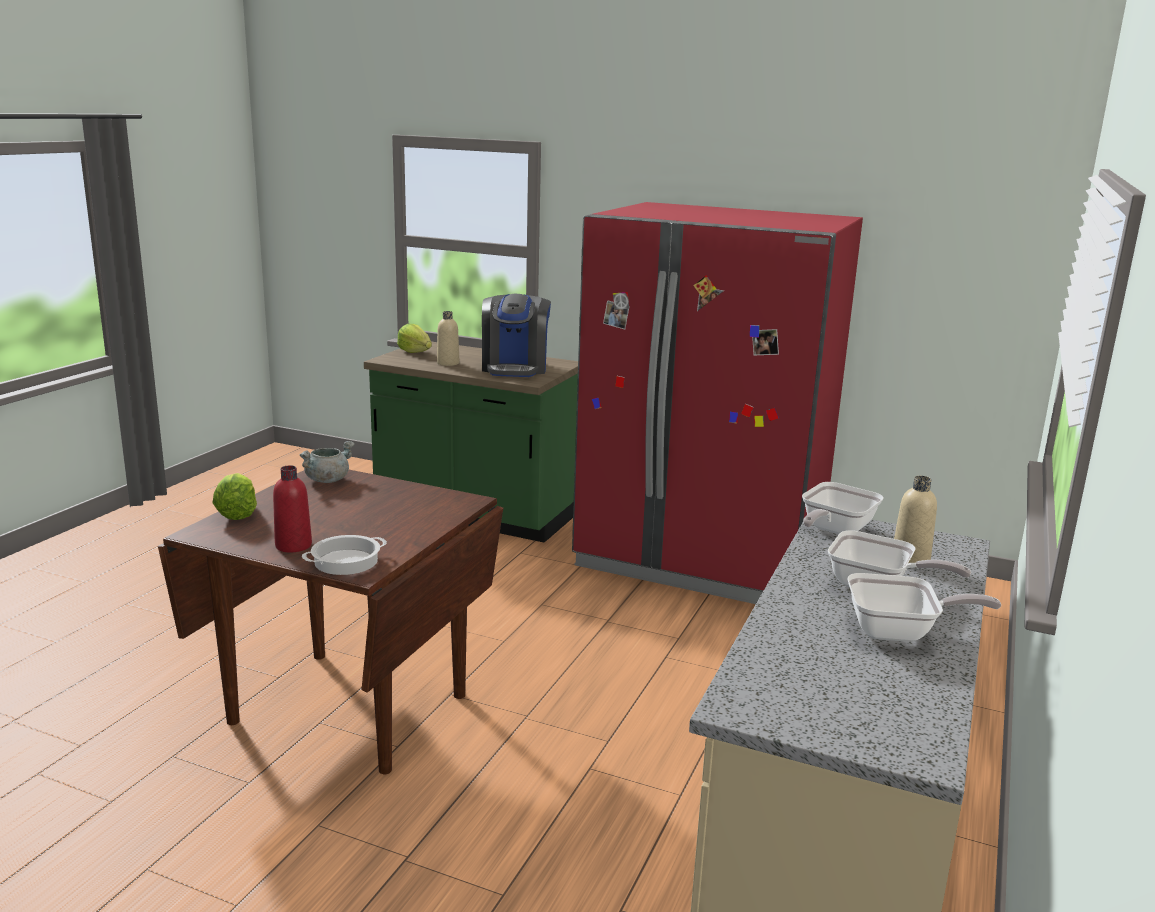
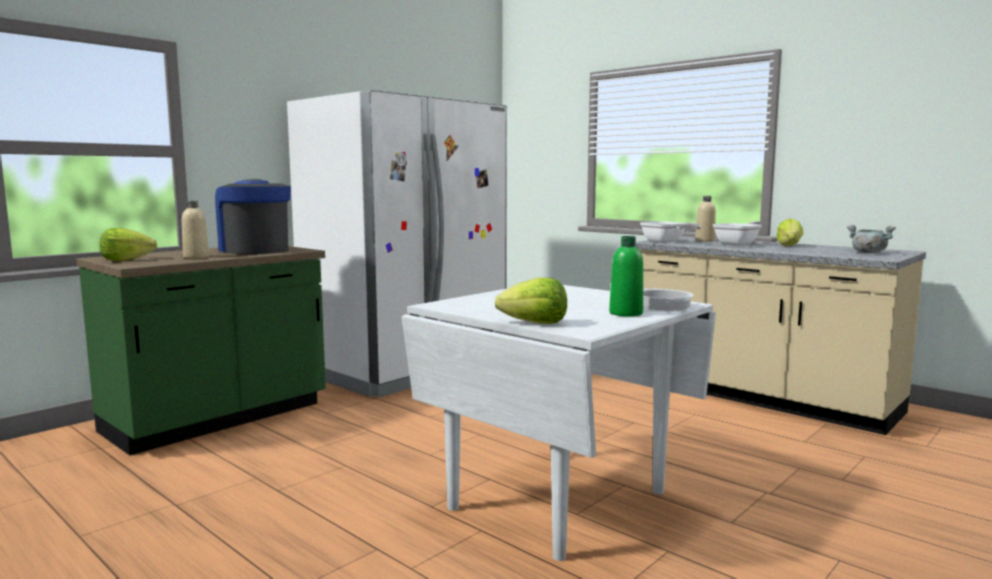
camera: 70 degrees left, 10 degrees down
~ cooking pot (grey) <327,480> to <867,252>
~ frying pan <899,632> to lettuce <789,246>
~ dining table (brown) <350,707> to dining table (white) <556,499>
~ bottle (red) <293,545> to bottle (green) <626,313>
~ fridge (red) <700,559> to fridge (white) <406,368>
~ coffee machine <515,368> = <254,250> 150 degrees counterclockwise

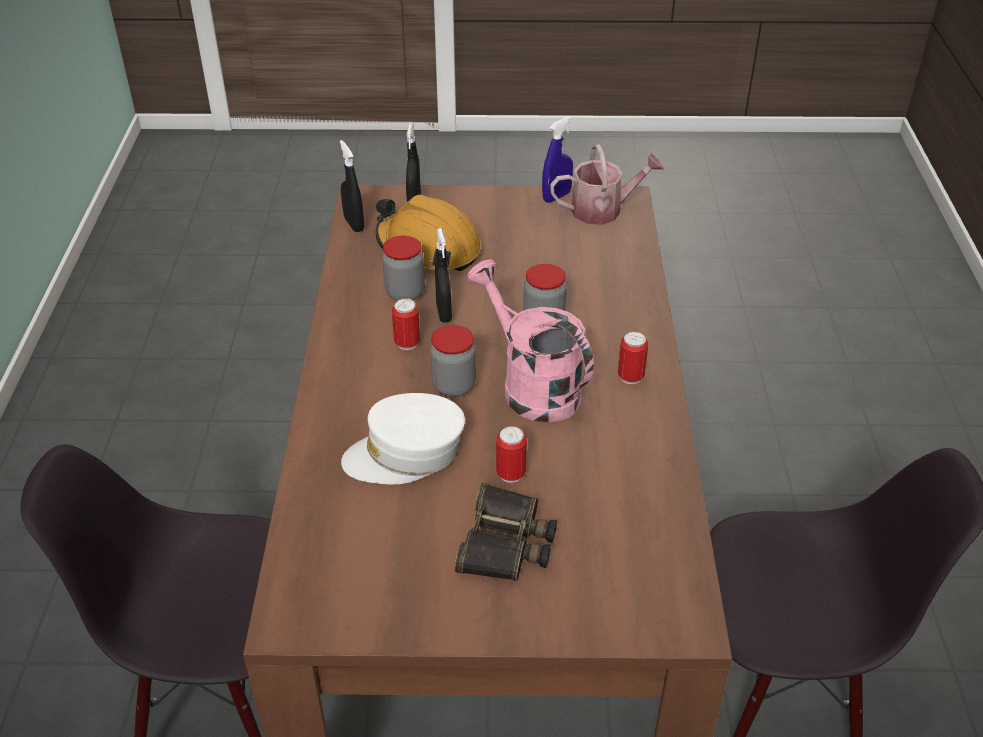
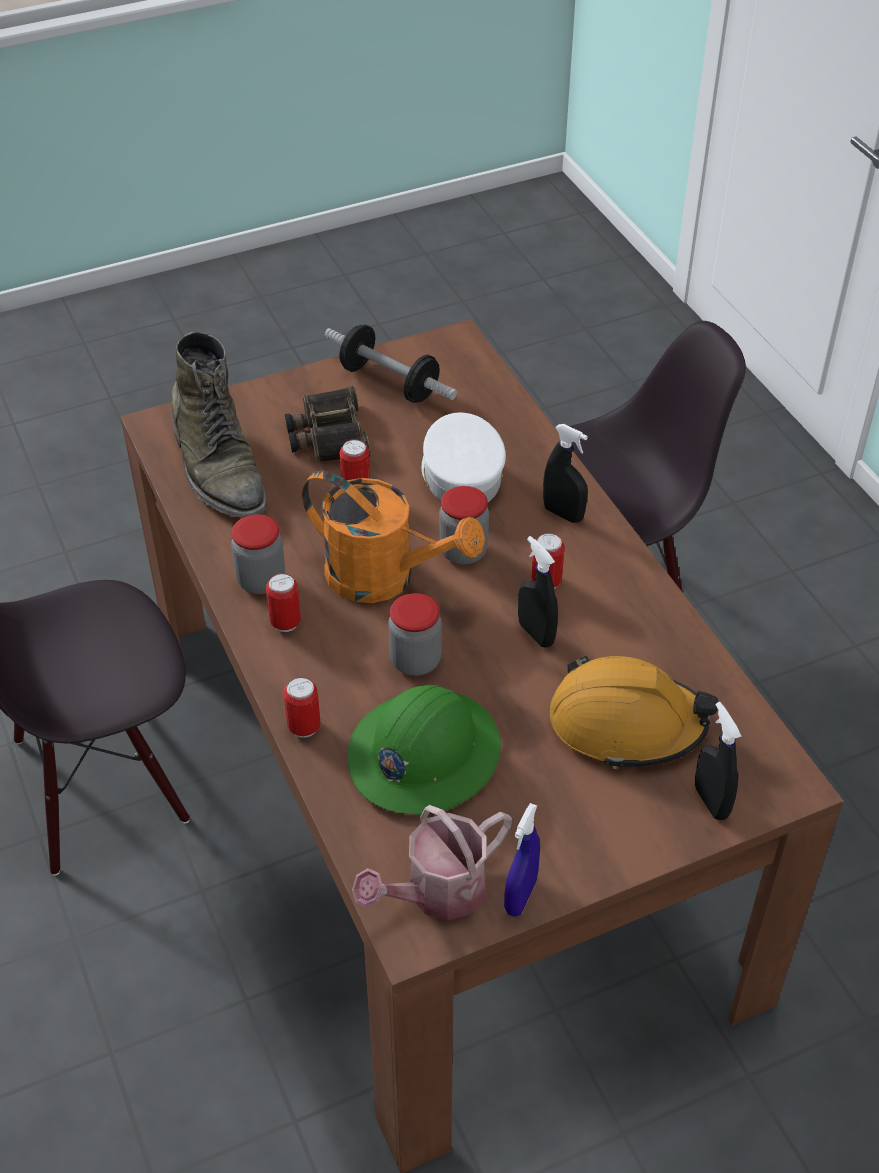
camera: 155 degrees right, 5 degrees up
+ boot (green) <218,466>
+ can <304,727>
+ dumbbell <389,382>
+ hard hat (green) <423,754>
~ spray bottle (black) <354,224> to <563,514>
~ jar <405,293> to <261,580>
~ watering can (pink) <531,385> to watering can (orange) <385,578>
~ cap (white) <406,454> = <460,474> 60 degrees counterclockwise

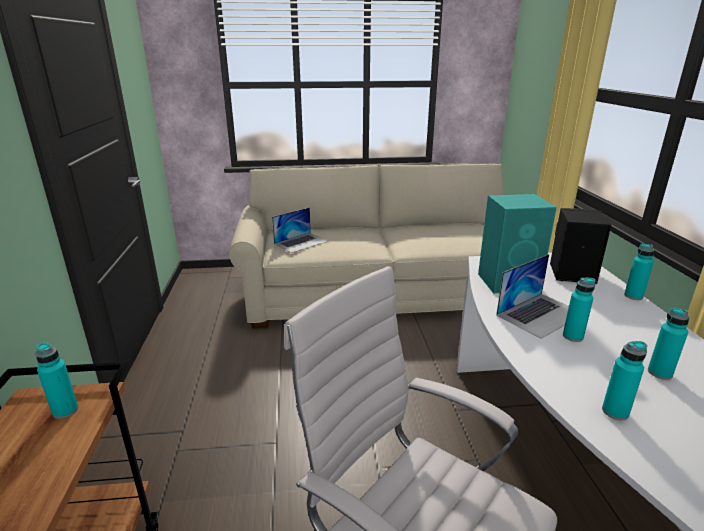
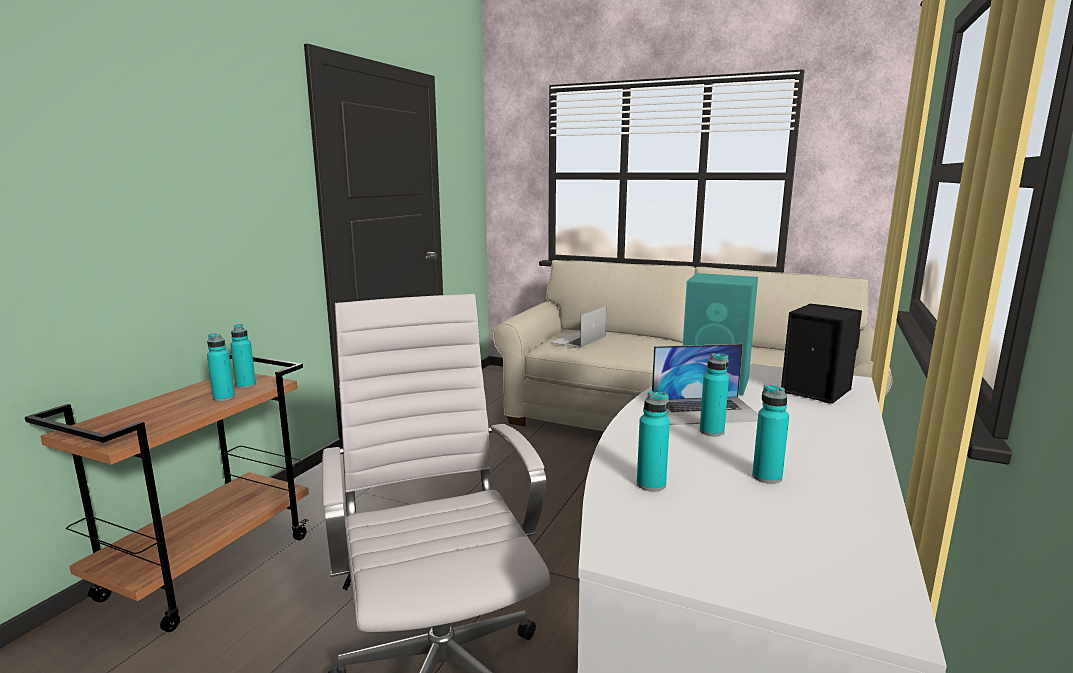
camera: 30 degrees right, 10 degrees down
~ bottle (turquoise) <633,296> to <224,398>
~ laptop <301,242> = <578,340> 135 degrees clockwise

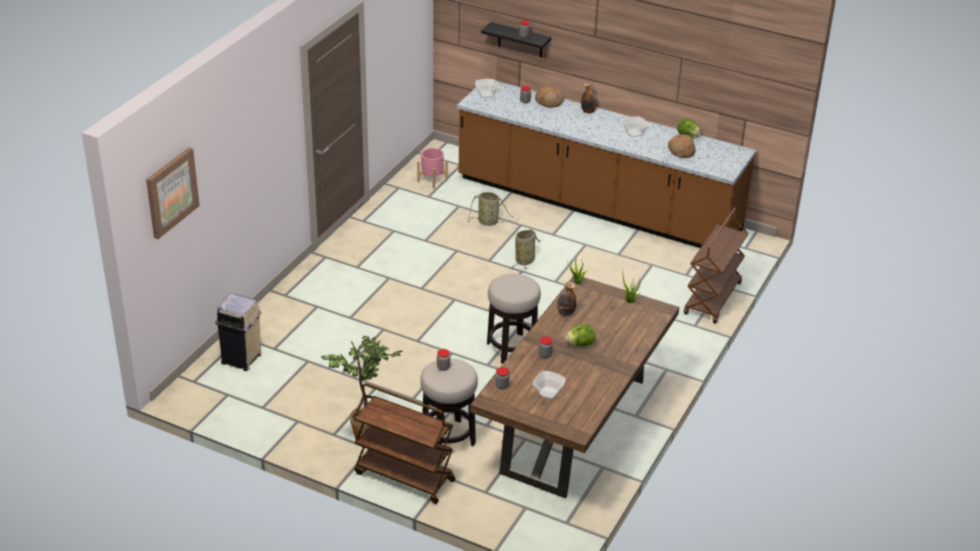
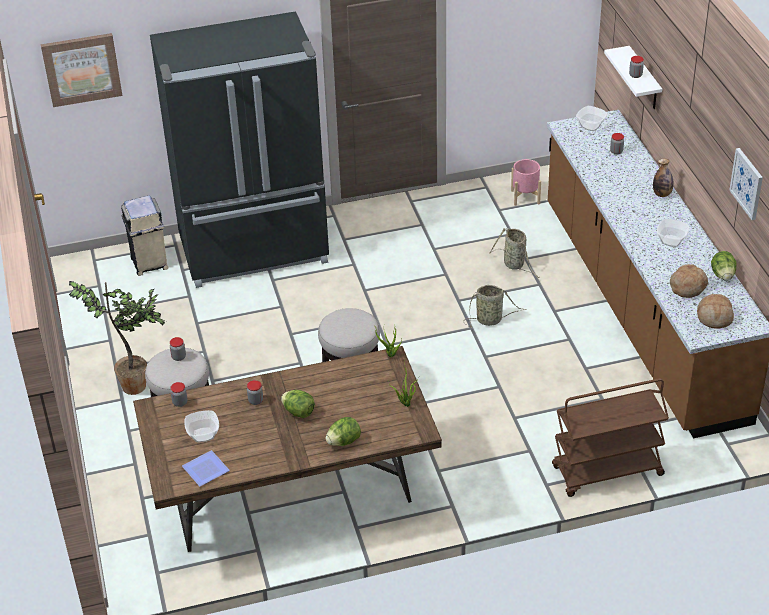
camera: 50 degrees right, 5 degrees up
- cart (brown) <403,477>
- bottle <565,313>
+ fridge (black) <255,251>
+ plate <204,469>
+ lettuce <344,441>
+ picture <747,183>
~ bread <549,102> to <714,317>
~ shelf (black) <520,40> to shelf (white) <644,79>

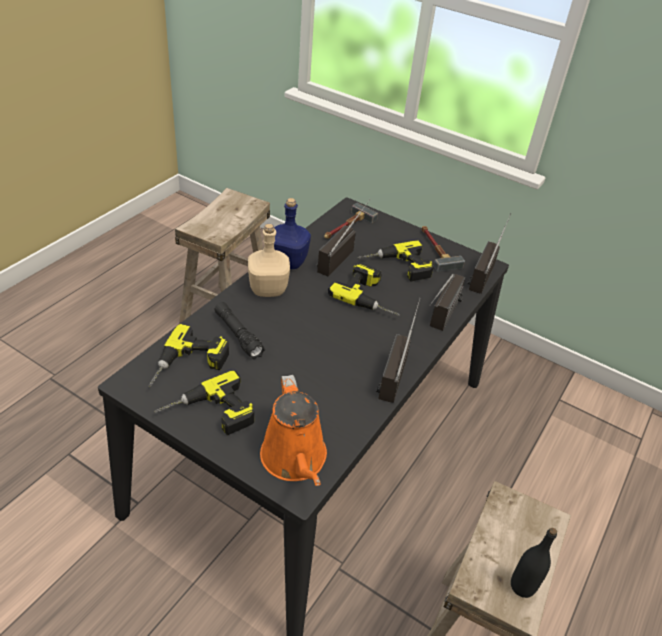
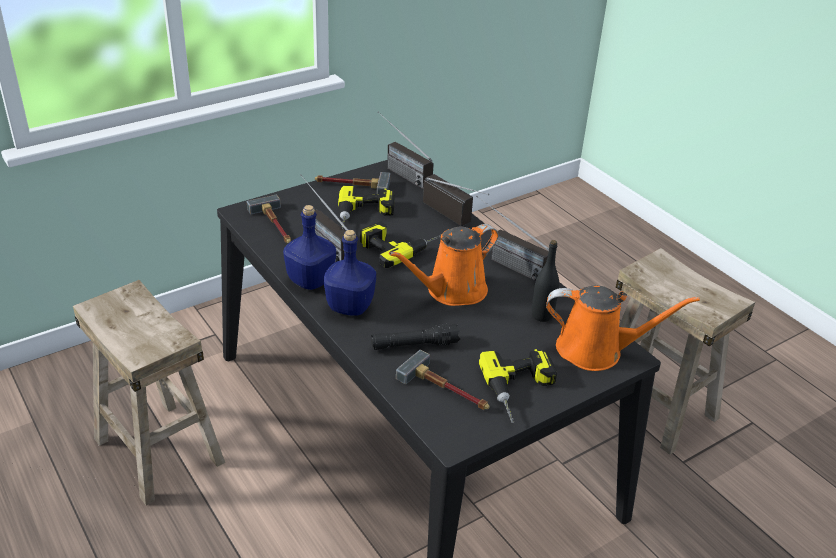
camera: 65 degrees left, 5 degrees down
+ watering can (orange) <451,291>
~ bottle (black) <522,586> to <542,315>
~ power drill <189,366> to hammer <446,390>
~ bottle (beige) <268,288> to bottle (blue) <349,306>

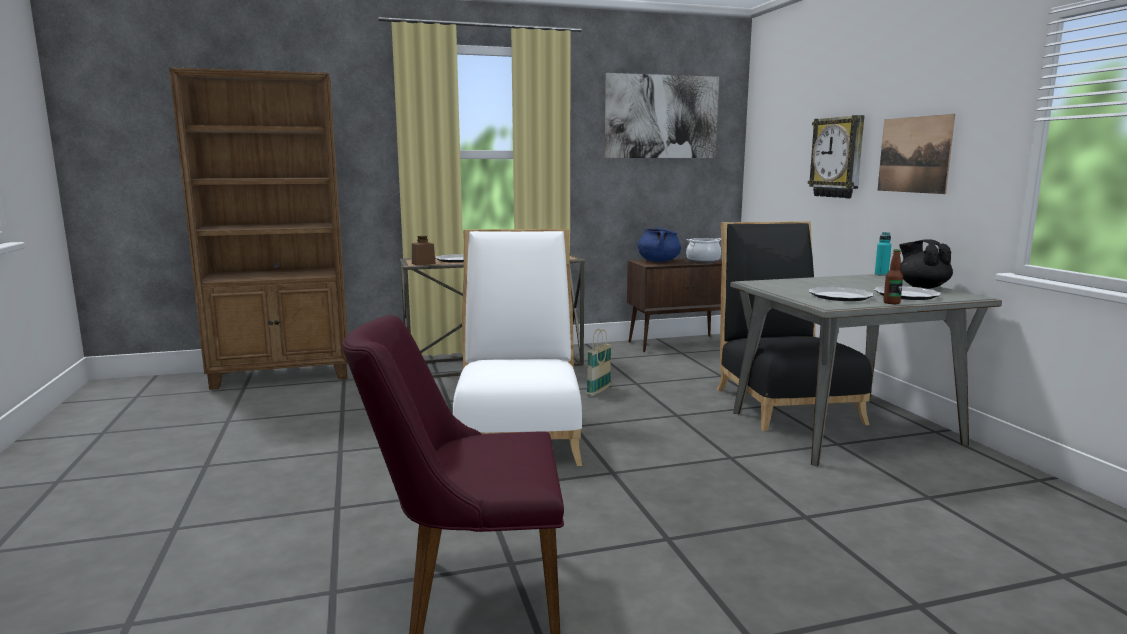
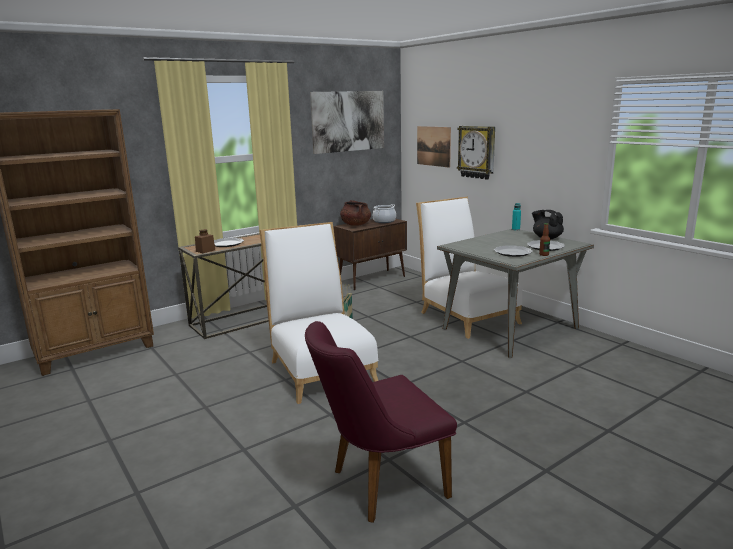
camera: 20 degrees left, 5 degrees up
~ picture <914,154> to <433,146>
~ cooking pot (blue) <658,261> to cooking pot (brown) <355,224>
~ chair (black) <783,402> to chair (white) <465,316>

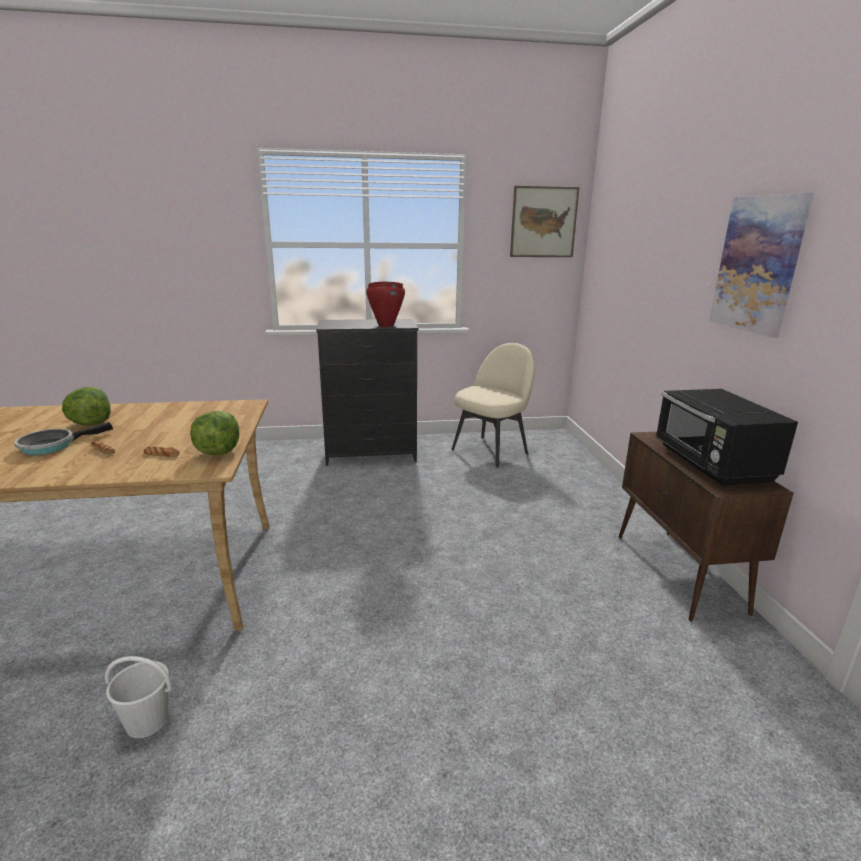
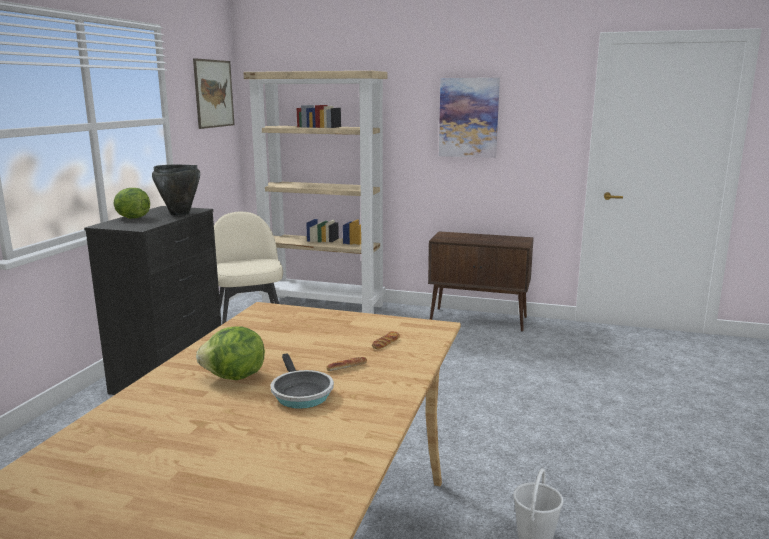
camera: 65 degrees left, 5 degrees down
- microwave (black) <712,465>
+ bookcase (beige) <324,305>
~ lettuce <218,452> to <132,218>
~ cooking pot (red) <385,325> to cooking pot (black) <180,214>

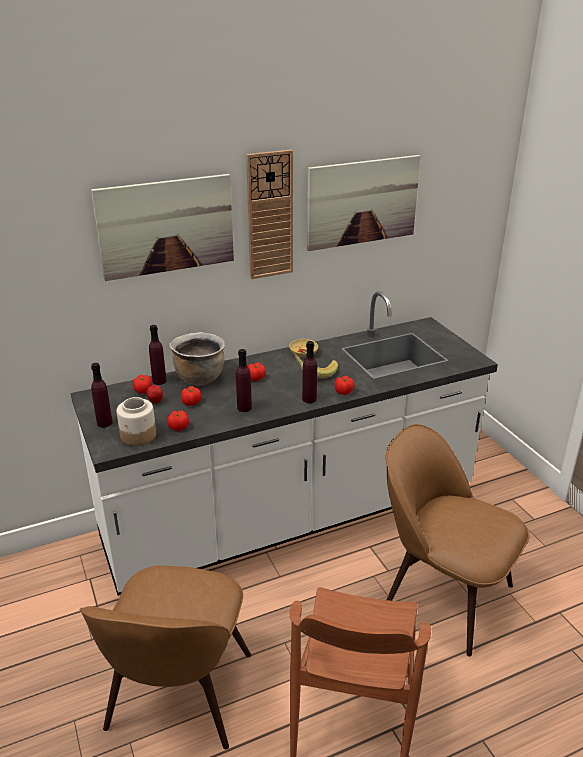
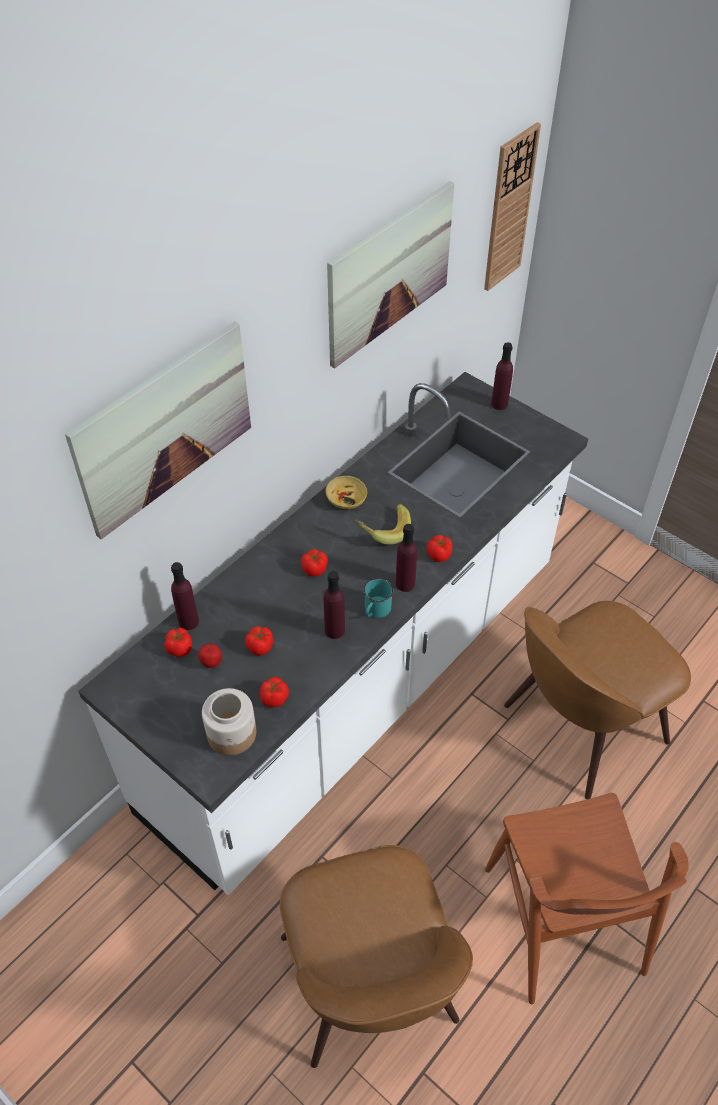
camera: 25 degrees left, 20 degrees up
- cooking pot (brown) <199,378>
+ mug (turquoise) <375,610>
~ bottle (purple) <104,423> to <499,404>
~ wall clock <270,215> to <509,209>
~ chair (brown) <442,594> = <579,727> 45 degrees counterclockwise

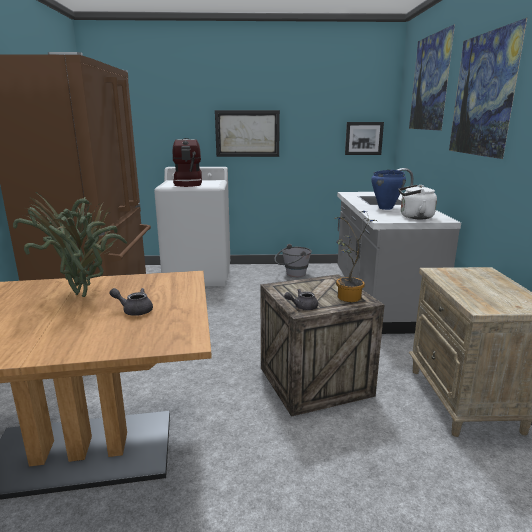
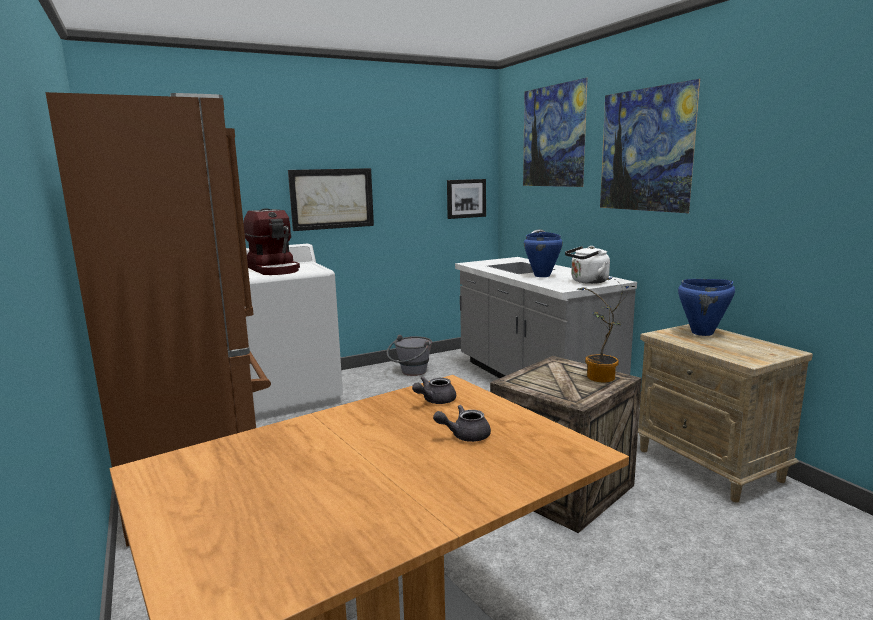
camera: 25 degrees left, 5 degrees down
- potted plant <83,292>
+ cooking pot (blue) <702,333>
~ teapot (grey) <302,307> to <435,401>

